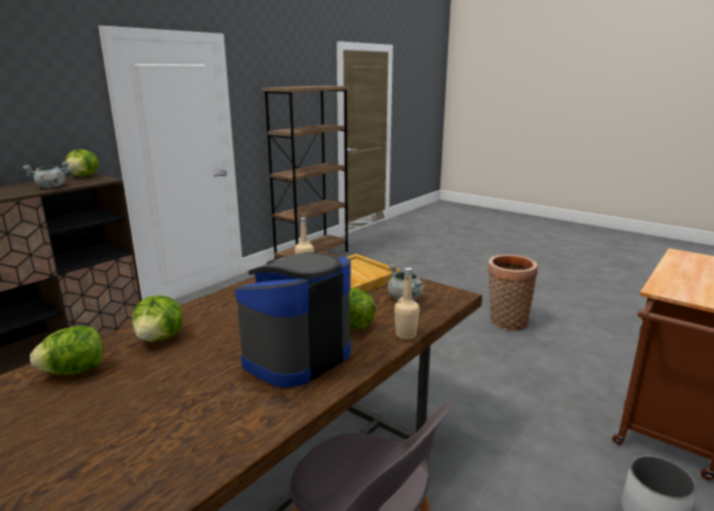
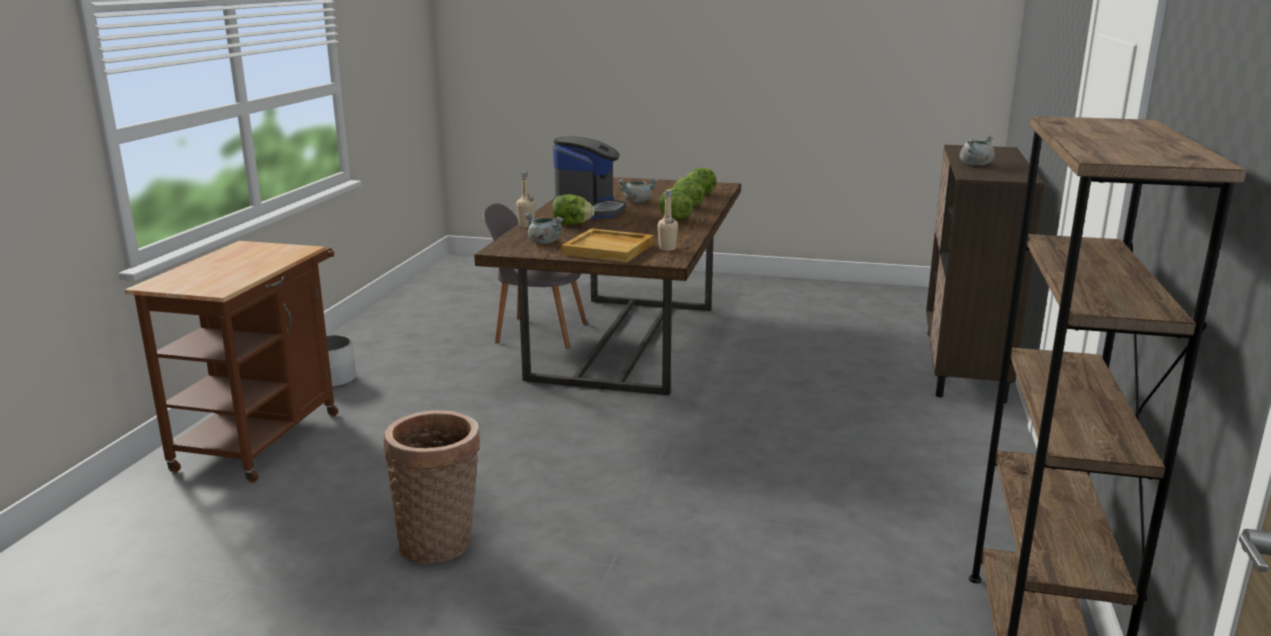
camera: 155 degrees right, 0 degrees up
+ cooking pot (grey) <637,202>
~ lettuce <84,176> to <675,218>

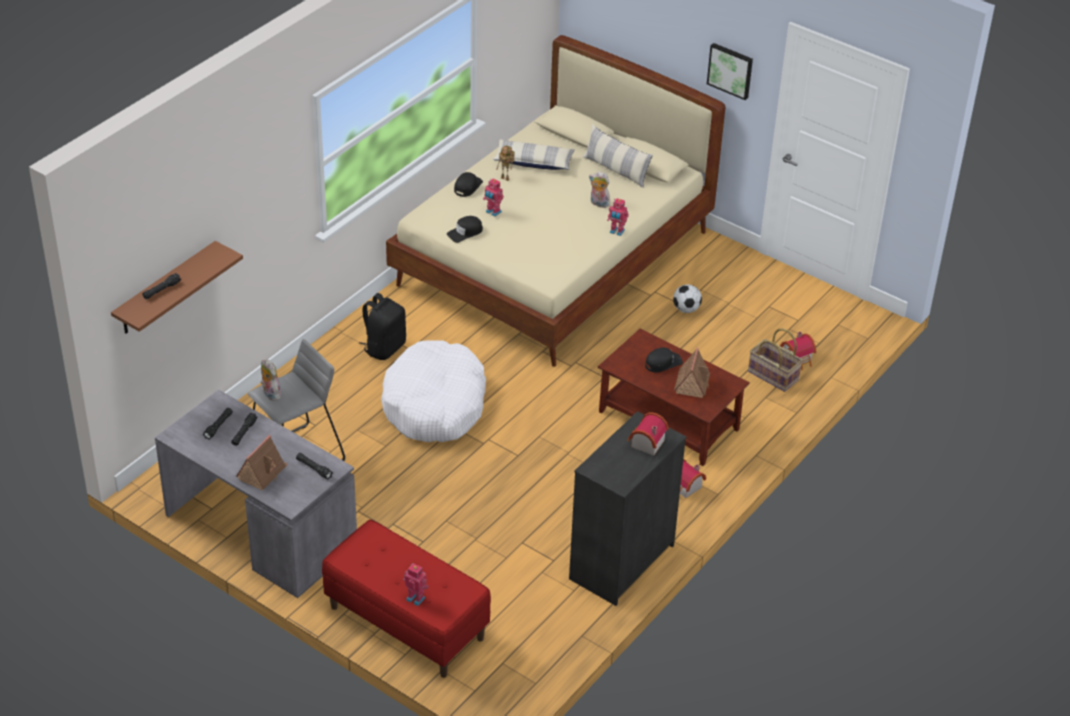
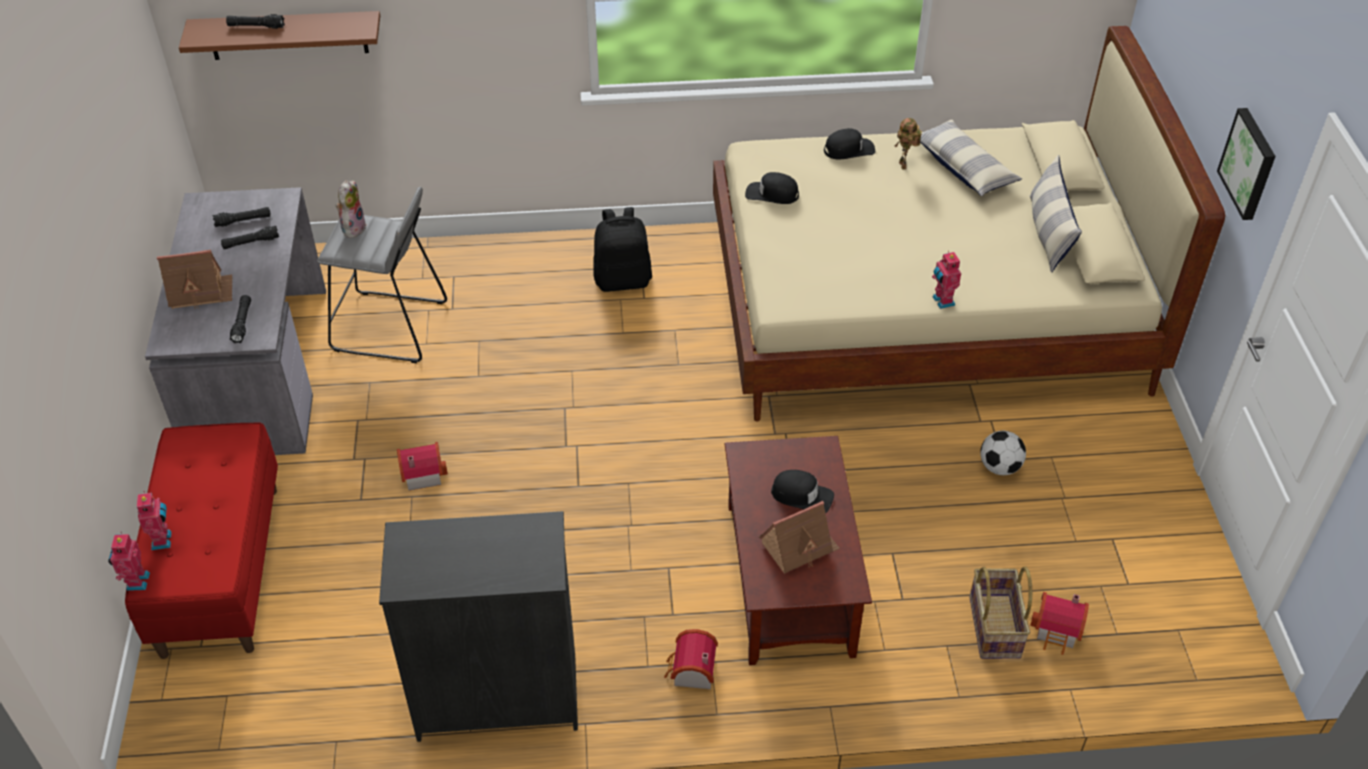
camera: 50 degrees right, 5 degrees up
- dog bed (white) <434,405>
- plush toy <598,204>
~ toy robot <493,212> to <136,581>
~ toy house <645,443> to <421,473>

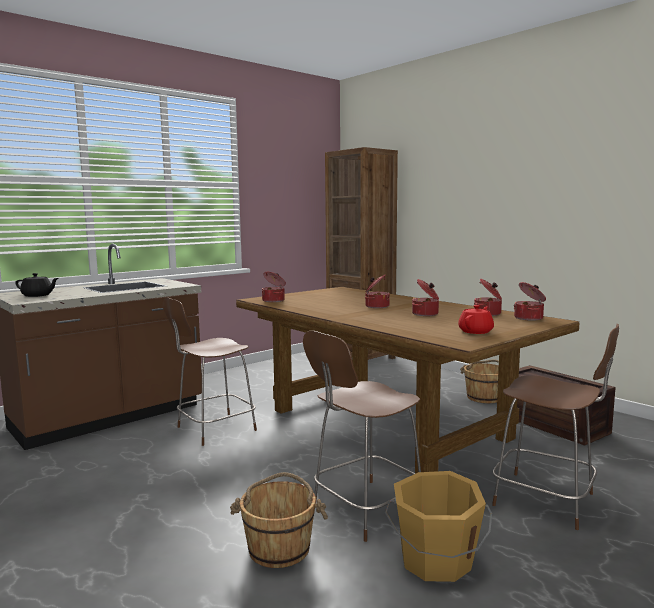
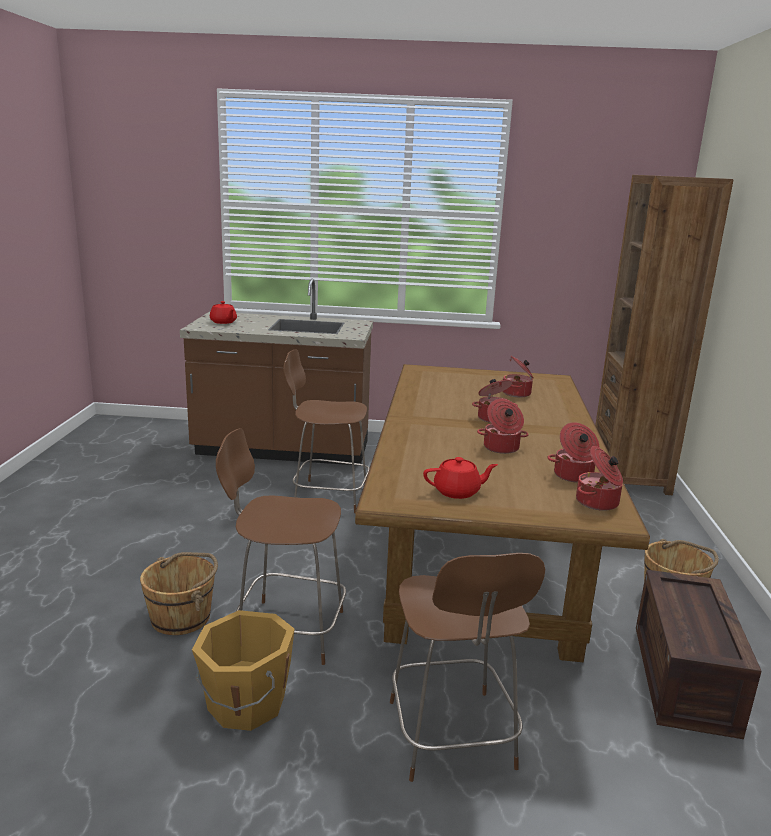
camera: 45 degrees right, 10 degrees up
~ cooking pot <274,300> to <517,393>
~ teapot (black) <37,295> to teapot (red) <223,322>

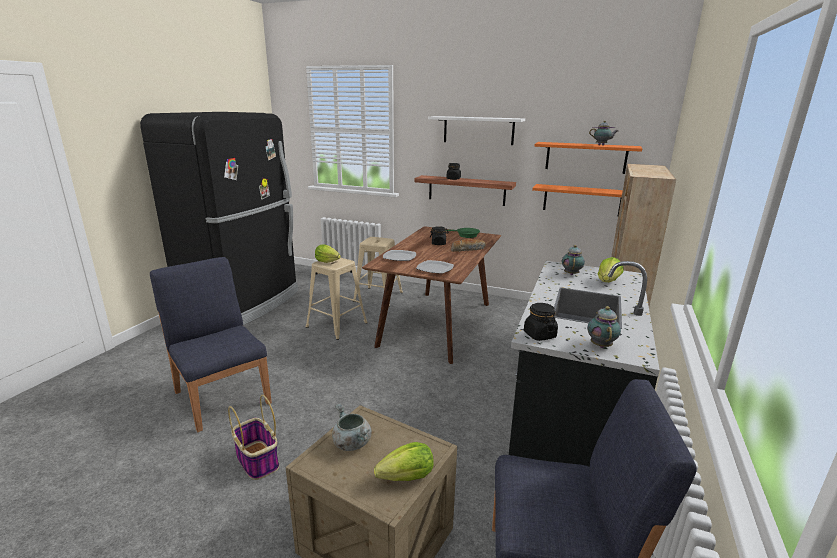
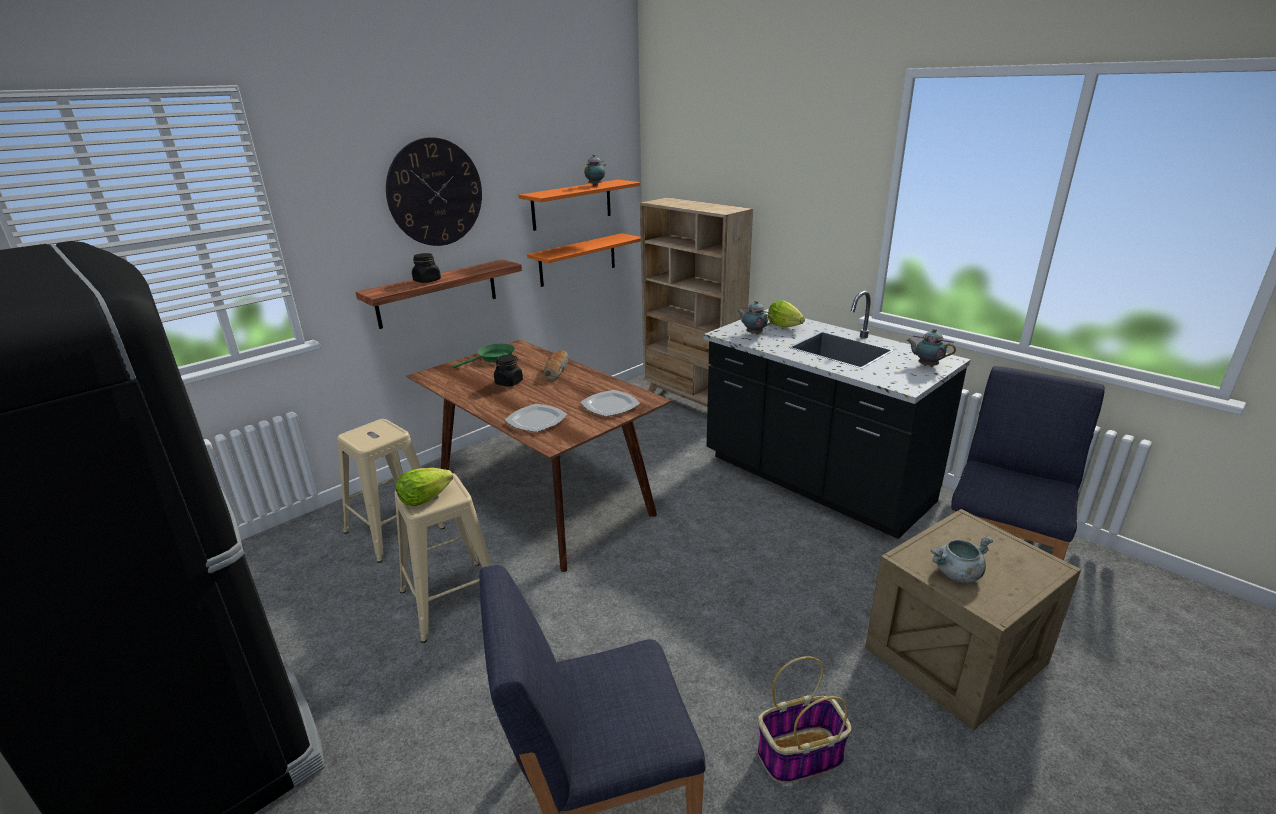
camera: 65 degrees left, 5 degrees up
- lettuce <407,477>
- jar (black) <539,335>
~ shelf (white) <478,130> to wall clock <435,192>

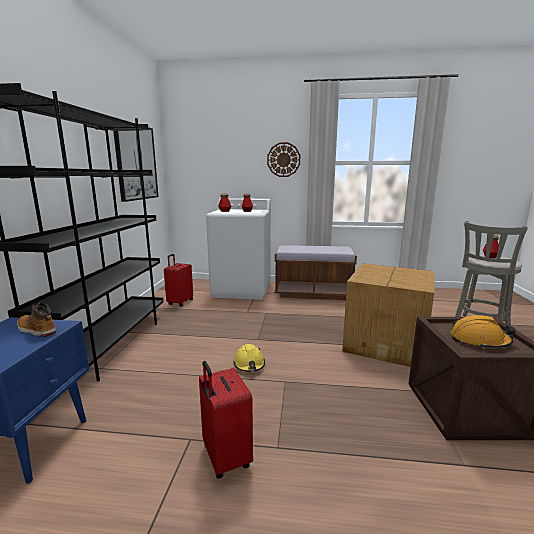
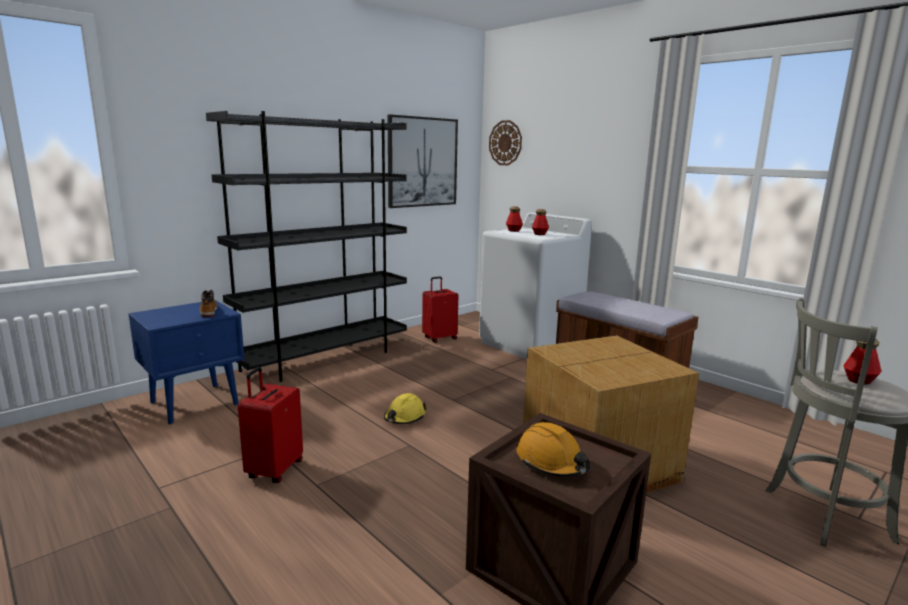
camera: 40 degrees right, 0 degrees up
~ wall clock <283,159> to <505,143>

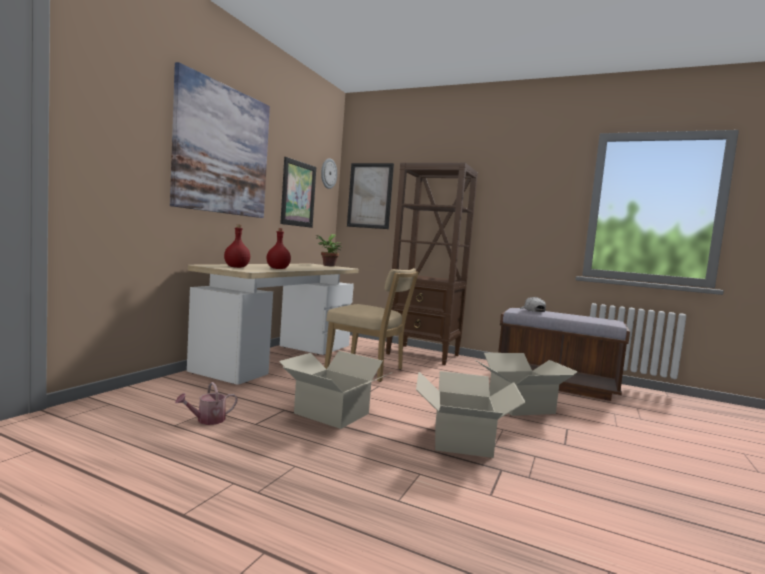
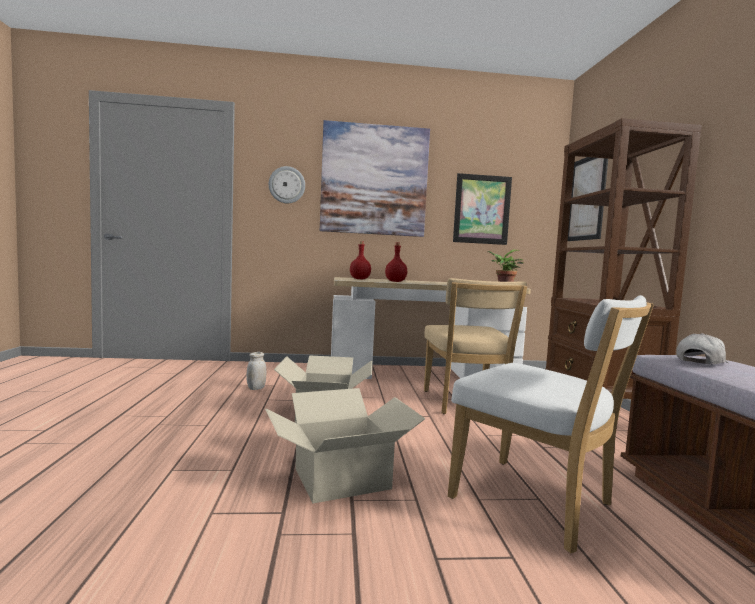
camera: 60 degrees right, 0 degrees up
~ wall clock <328,173> to <287,185>
~ watering can <207,420> to jar (white) <256,388>
~ cardboard box <521,406> to chair (white) <538,504>

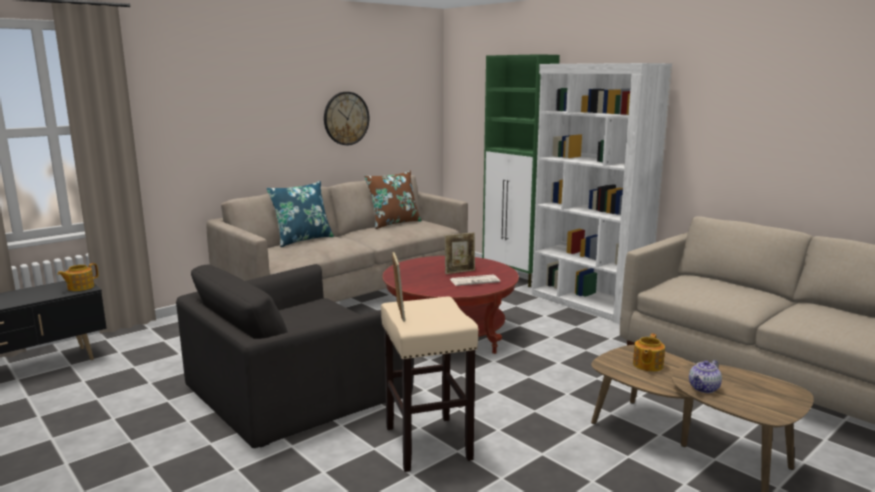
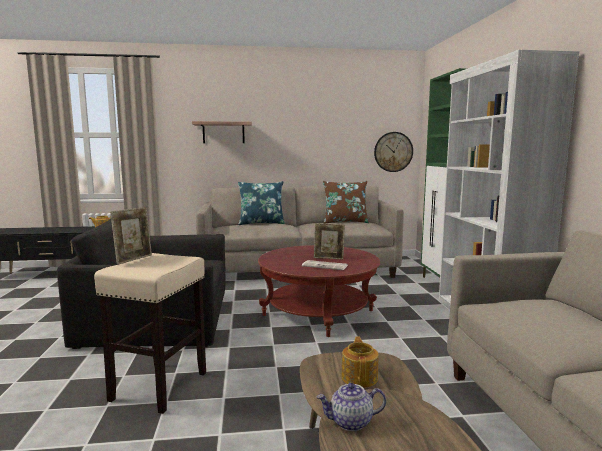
camera: 35 degrees right, 5 degrees down
+ shelf <223,133>
~ wall clock <346,118> to <393,152>
~ teapot <647,365> = <360,377> 120 degrees clockwise

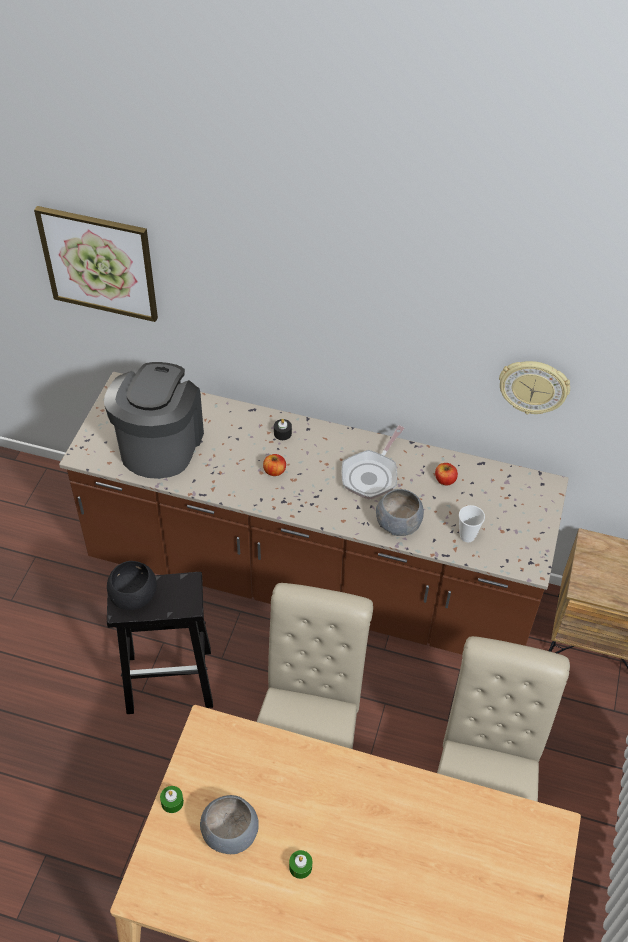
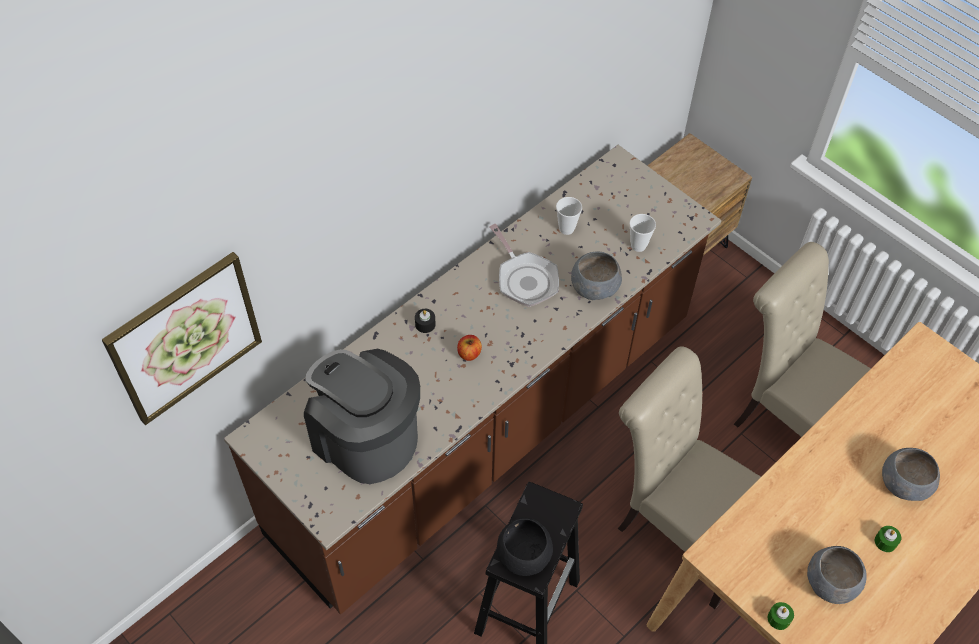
camera: 60 degrees left, 5 degrees up
- wall clock <533,386>
+ bowl (grey) <903,483>
~ apple <445,480> to cup <566,228>

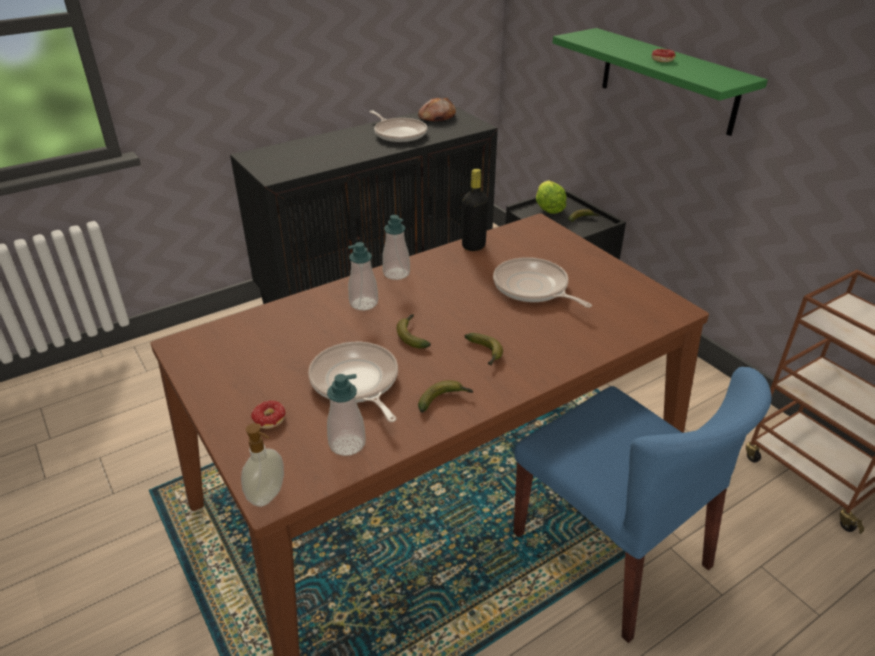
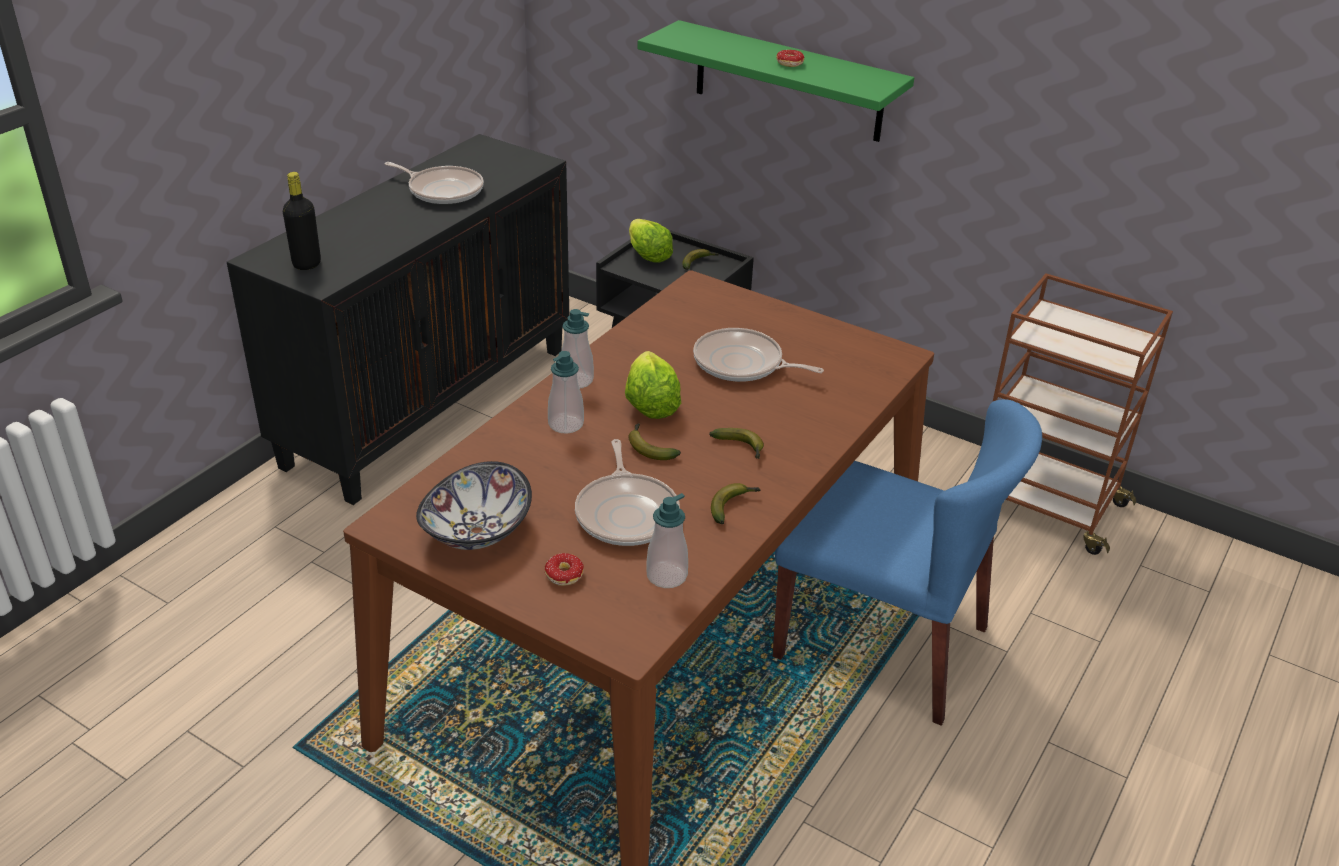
camera: 25 degrees left, 0 degrees up
- soap dispenser <268,495>
- bread <436,117>
+ bowl <475,531>
+ lettuce <650,403>
~ bottle (black) <473,246> to <307,264>
~ frying pan <356,382> = <627,513> 135 degrees counterclockwise

